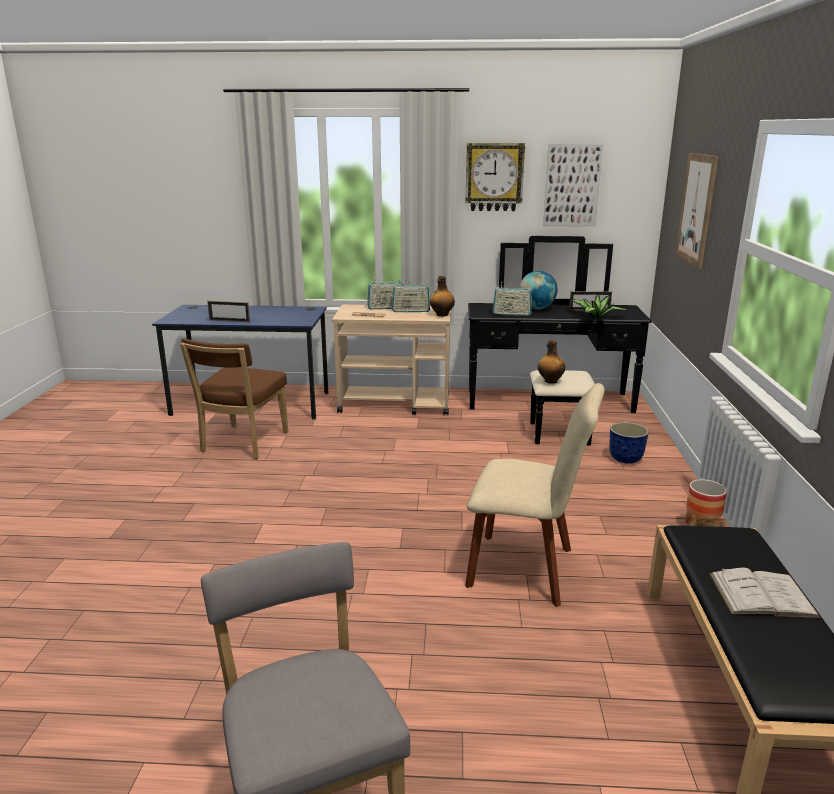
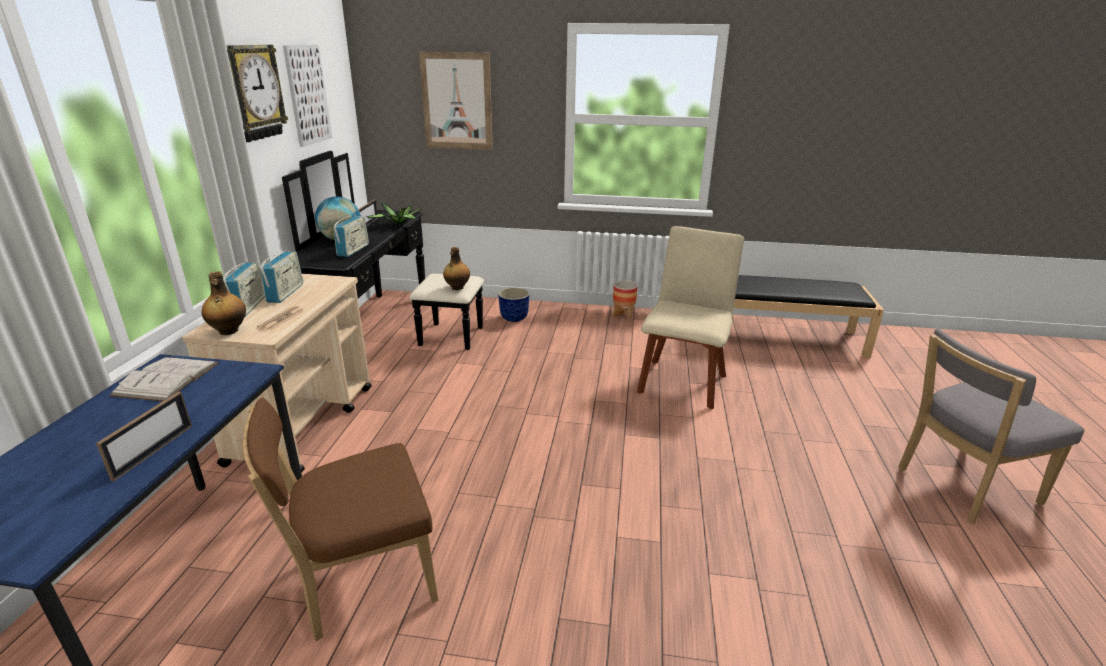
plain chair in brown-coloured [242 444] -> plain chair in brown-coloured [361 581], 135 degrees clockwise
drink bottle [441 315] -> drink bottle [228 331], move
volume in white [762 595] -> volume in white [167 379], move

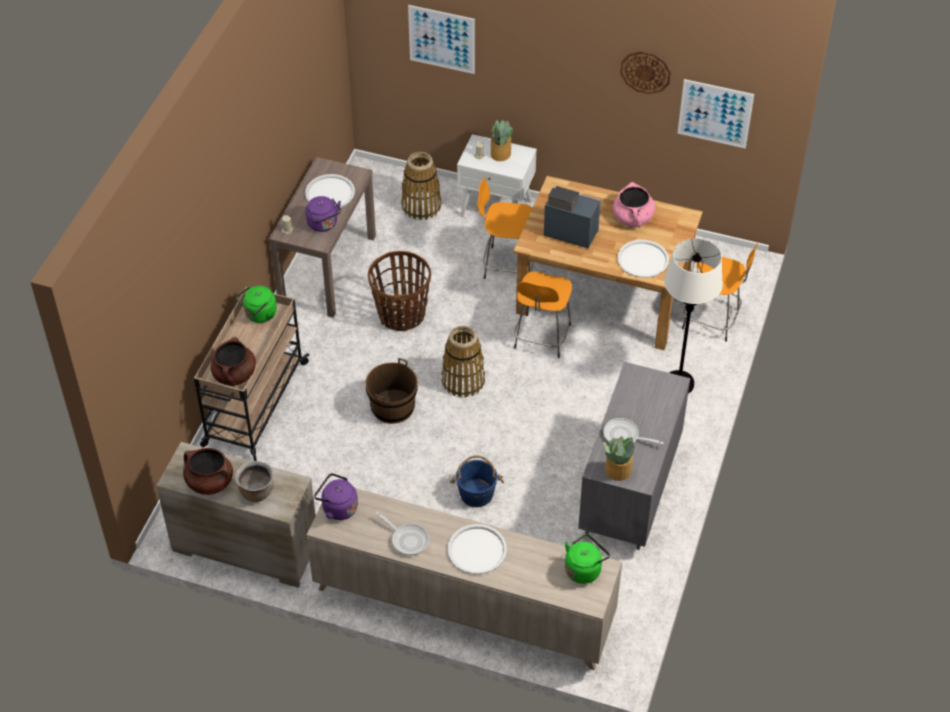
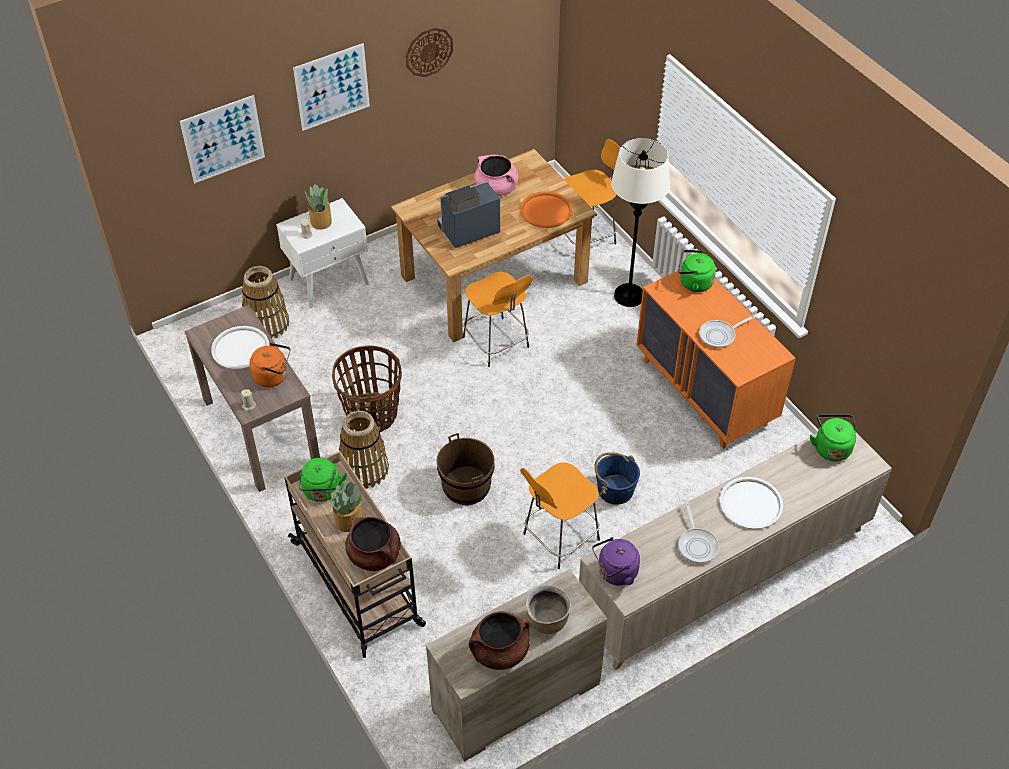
kettle in purple-coloured [324 224] -> kettle in orange [273 376]
pan [407 539] -> pan [697 544], 90 degrees clockwise
household basket [463 380] -> household basket [364 469], move
stool in orange [507 265] -> stool in orange [559 538], move
chest of drawers in greyish [630 491] -> chest of drawers in orange [705 393]
houseplant [617 471] -> houseplant [348 520], move
carrying tray in white [642 259] -> carrying tray in orange [546 210]
wall picture [715 113] -> wall picture [332 87], move
none -> kettle in green [693 283]

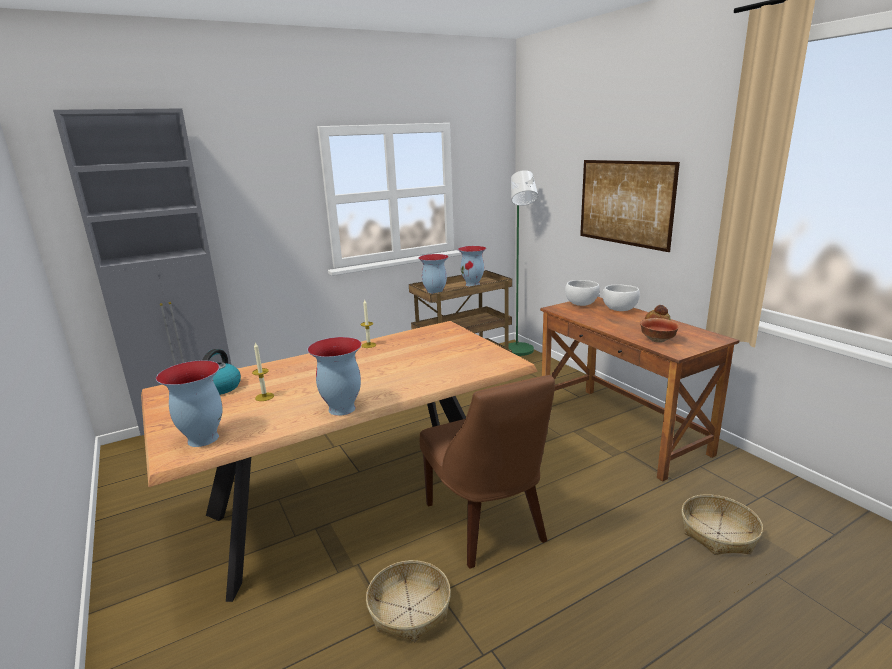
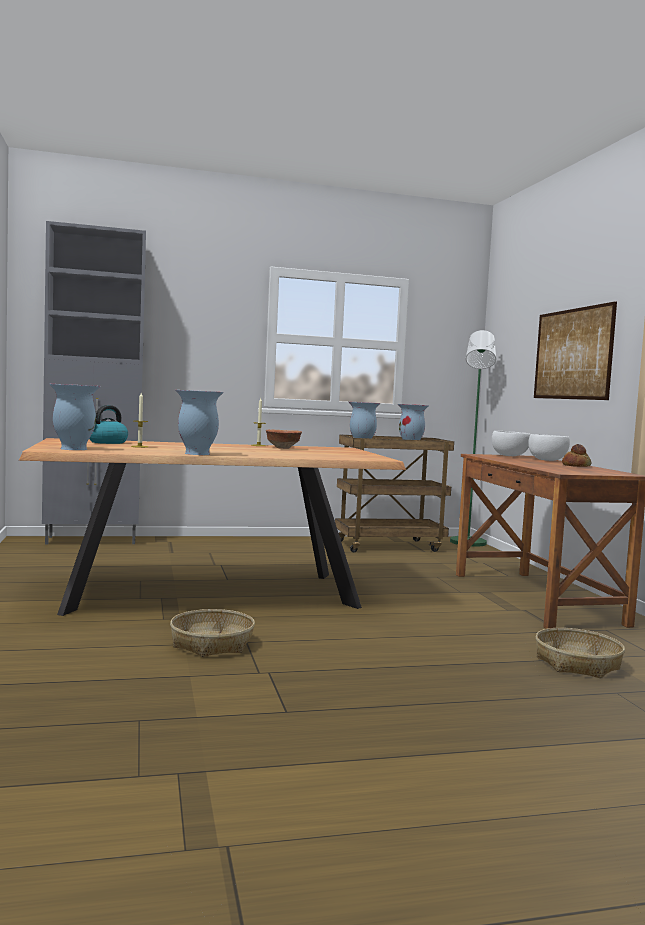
plain chair in brown-coloured [487 525] -> none
bowl [658 340] -> bowl [283 448], move

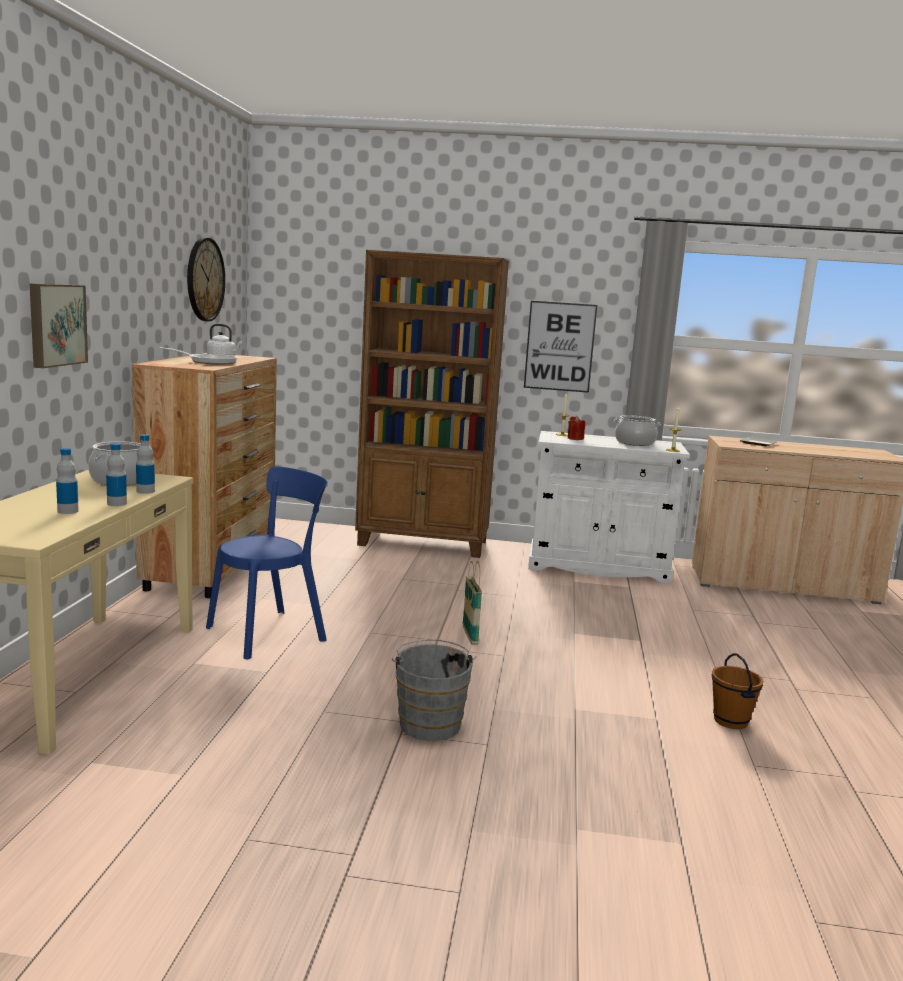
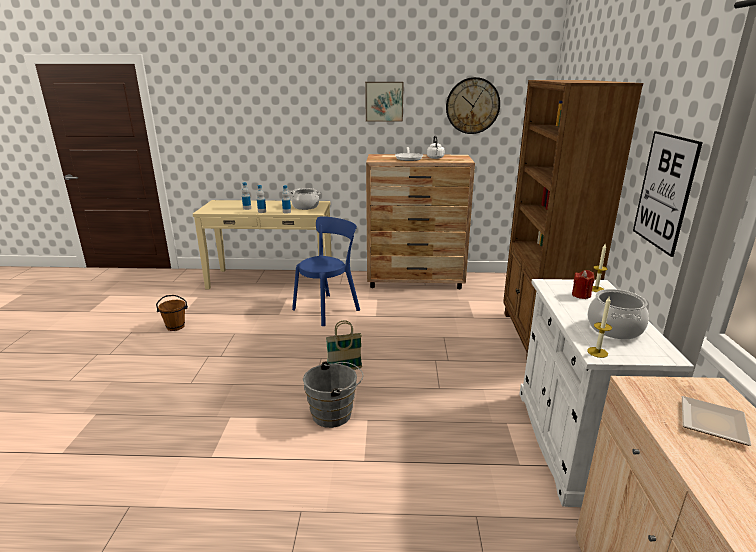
wall picture [55 324] -> wall picture [384 101], move
plain chair in blue-coloured [271 632] -> plain chair in blue-coloured [328 308], 90 degrees counterclockwise
bucket in greyish [429 722] -> bucket in greyish [335 414], move
bucket in brown-coloured [730 721] -> bucket in brown-coloured [175 327], move

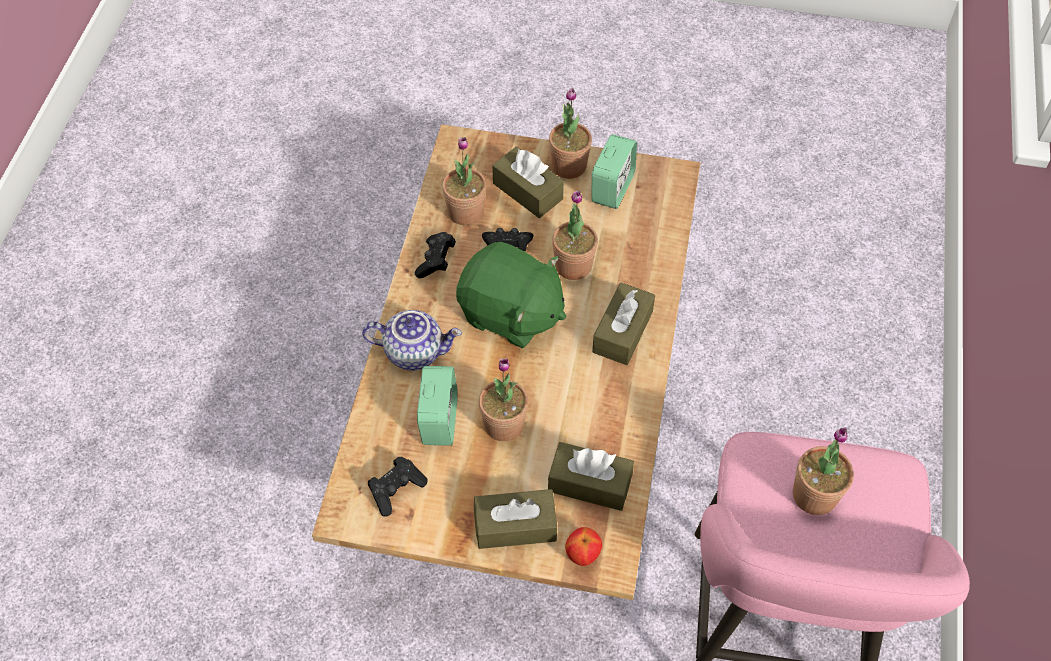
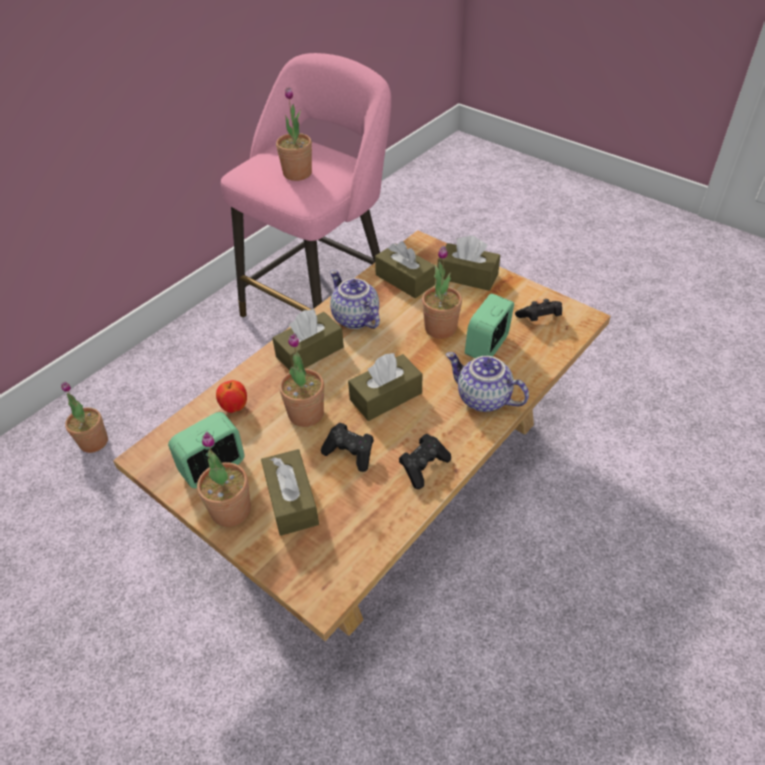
houseplant [465 212] -> houseplant [94 442], move
plush toy in green [511 314] -> tissue holder in brown-coloured [386 396]
whole apple [582 555] -> whole apple [234 407], move
none -> pot for tea [354 318]

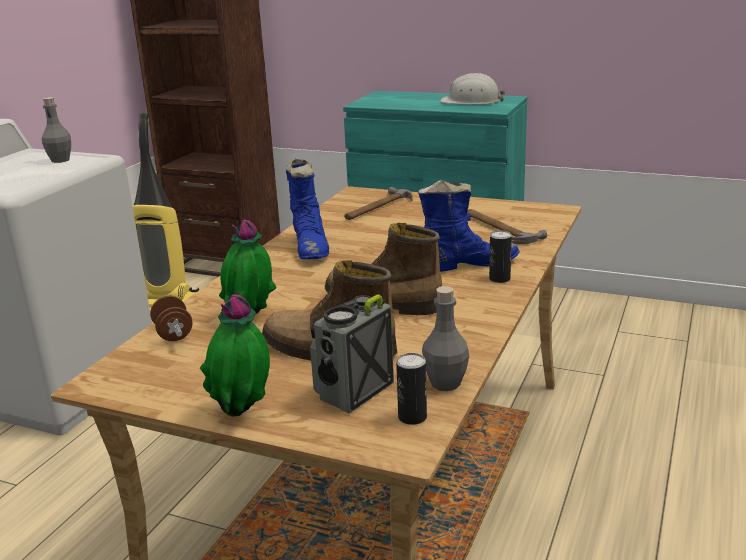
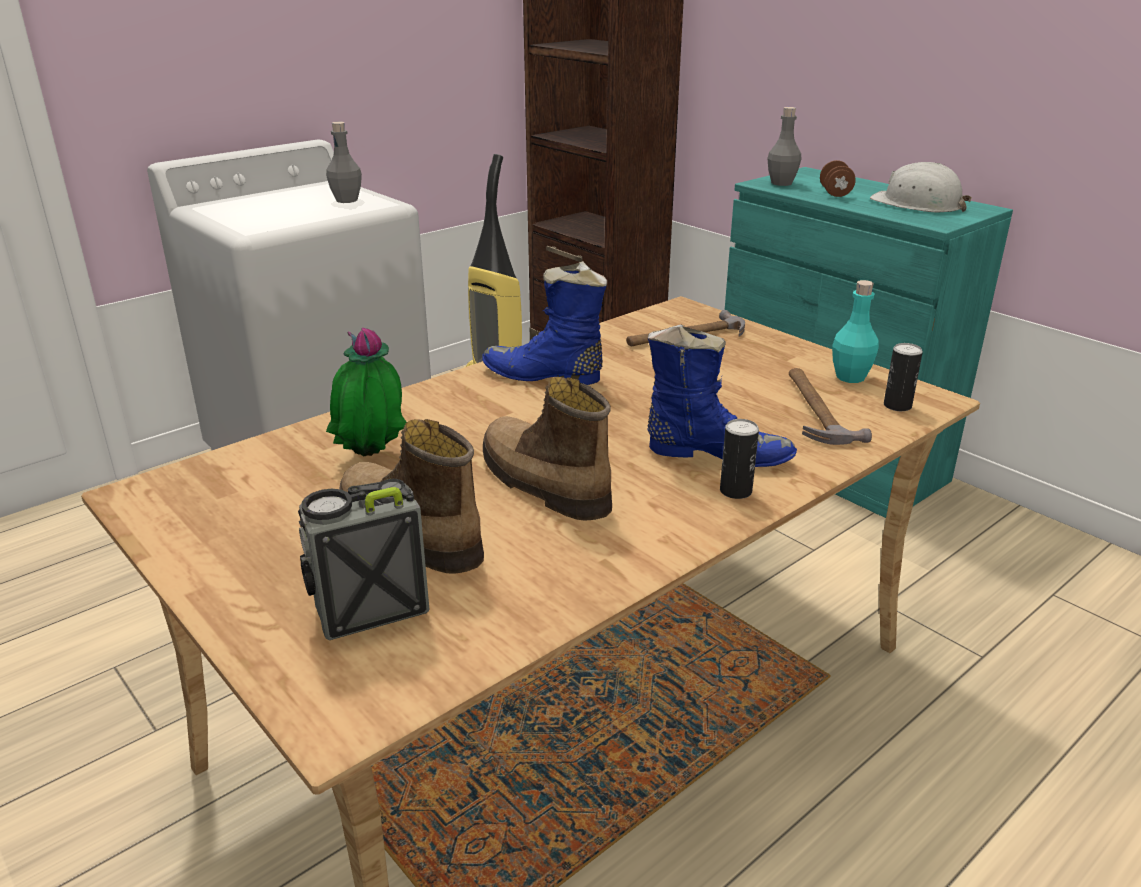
free weight in brown-coloured [173 334] -> free weight in brown-coloured [835 193], move
houseplant [243 414] -> none
tall boot in blue-coloured [311 248] -> tall boot in blue-coloured [544 376], 90 degrees clockwise
can [412 417] -> can [897 406], move
drink bottle in greyish [445 383] -> drink bottle in greyish [781 183], move
none -> drink bottle in turquoise-coloured [850 377]

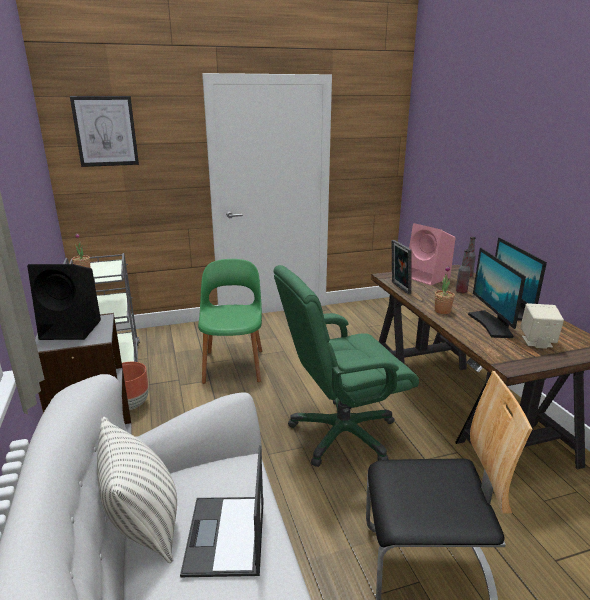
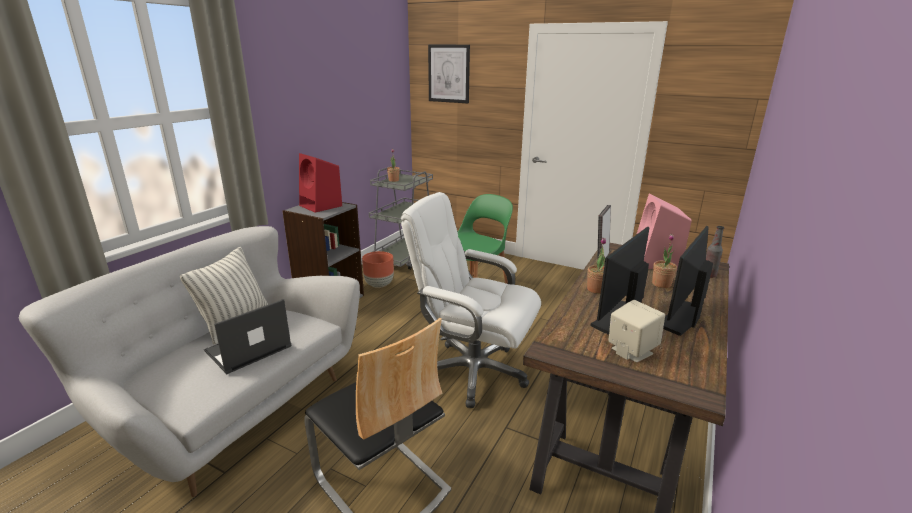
loudspeaker in black-coloured [73 329] -> loudspeaker in red [321 206]
desk chair in green [342 434] -> desk chair in white [472 371]
drink bottle [461 292] -> houseplant [661 284]

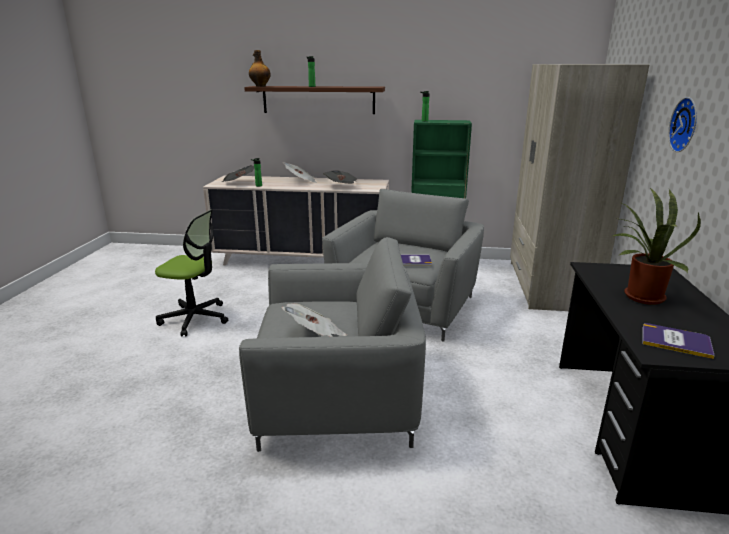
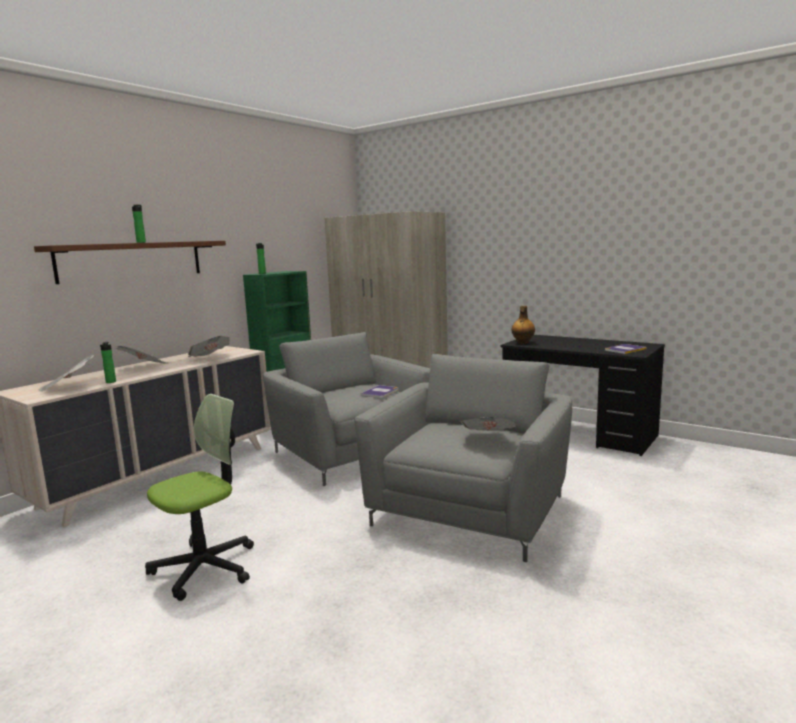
drink bottle [260 86] -> drink bottle [522 343], move
houseplant [639 297] -> none
wall clock [686 125] -> none

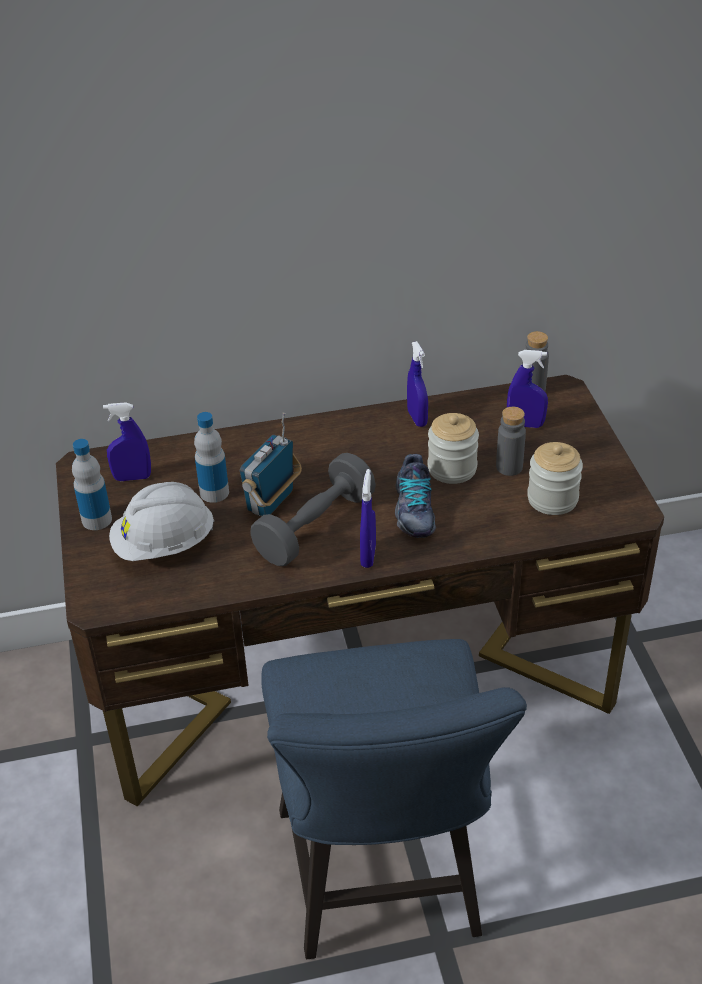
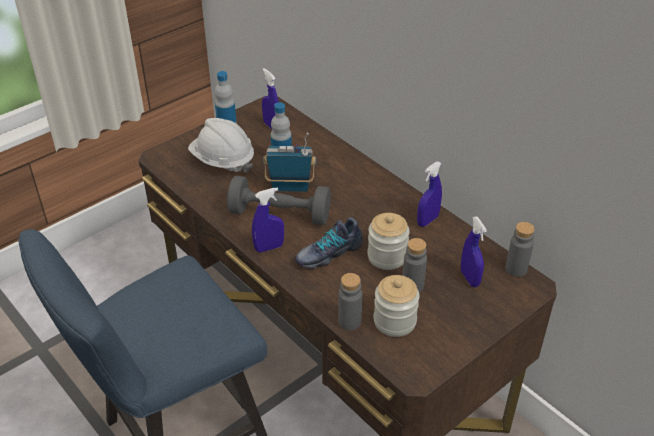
none -> drink bottle in greyish [349 321]

